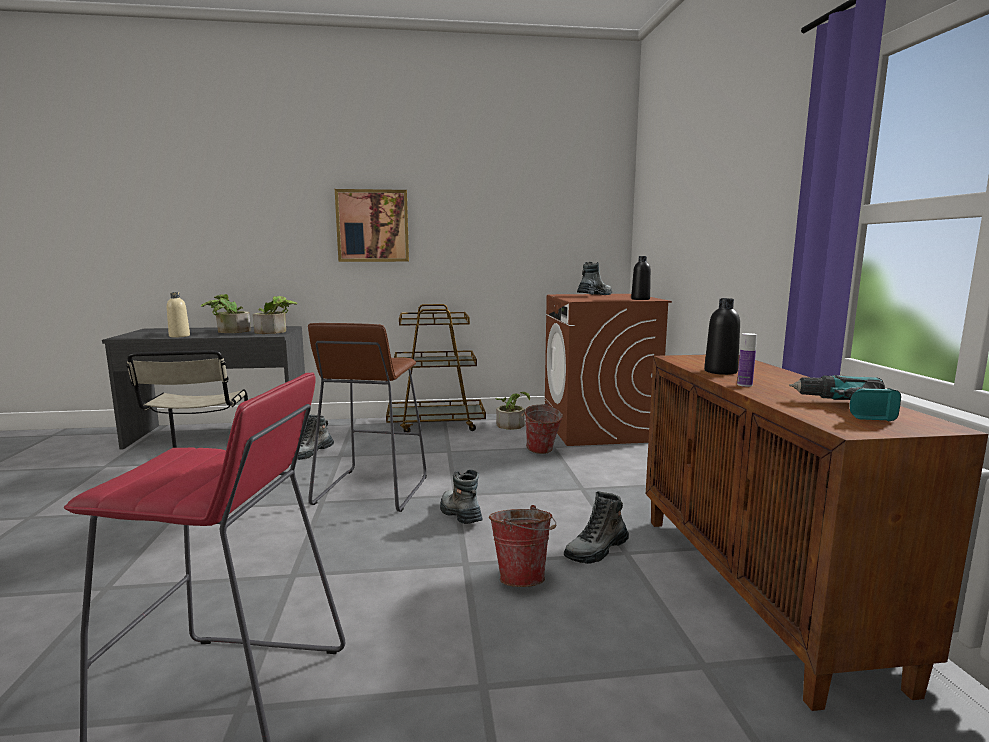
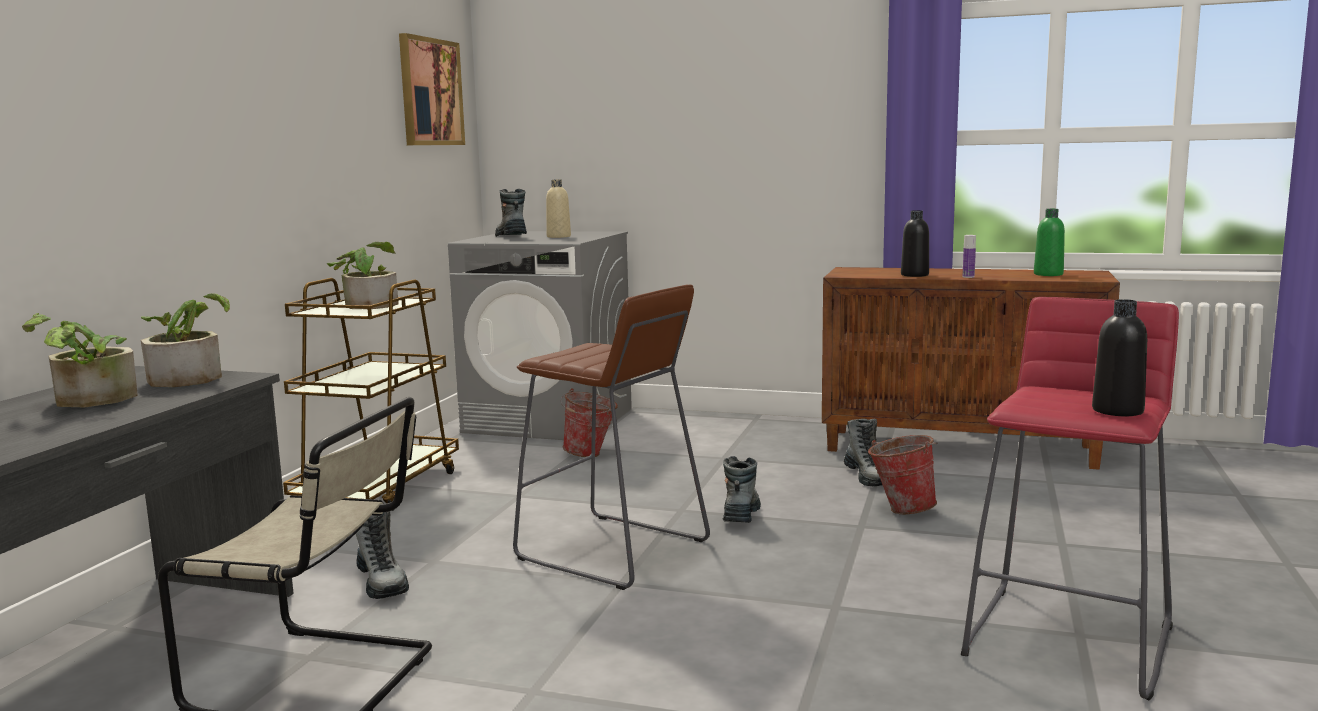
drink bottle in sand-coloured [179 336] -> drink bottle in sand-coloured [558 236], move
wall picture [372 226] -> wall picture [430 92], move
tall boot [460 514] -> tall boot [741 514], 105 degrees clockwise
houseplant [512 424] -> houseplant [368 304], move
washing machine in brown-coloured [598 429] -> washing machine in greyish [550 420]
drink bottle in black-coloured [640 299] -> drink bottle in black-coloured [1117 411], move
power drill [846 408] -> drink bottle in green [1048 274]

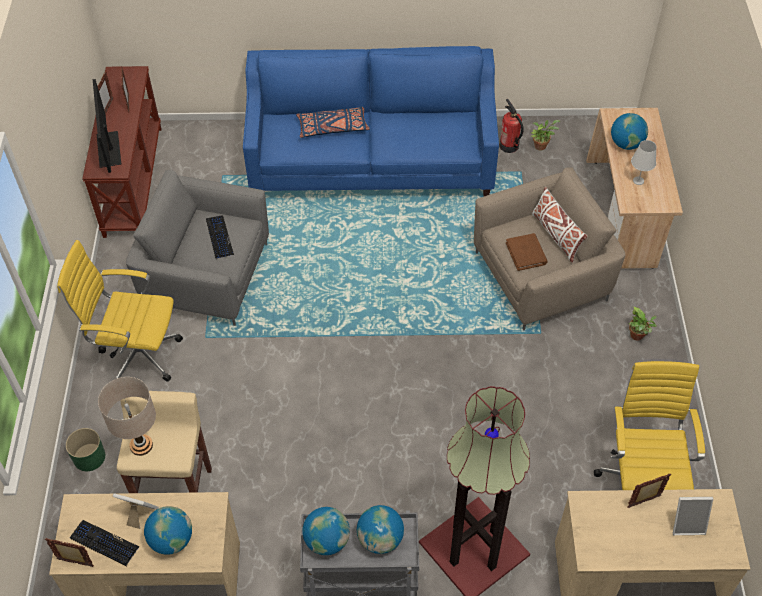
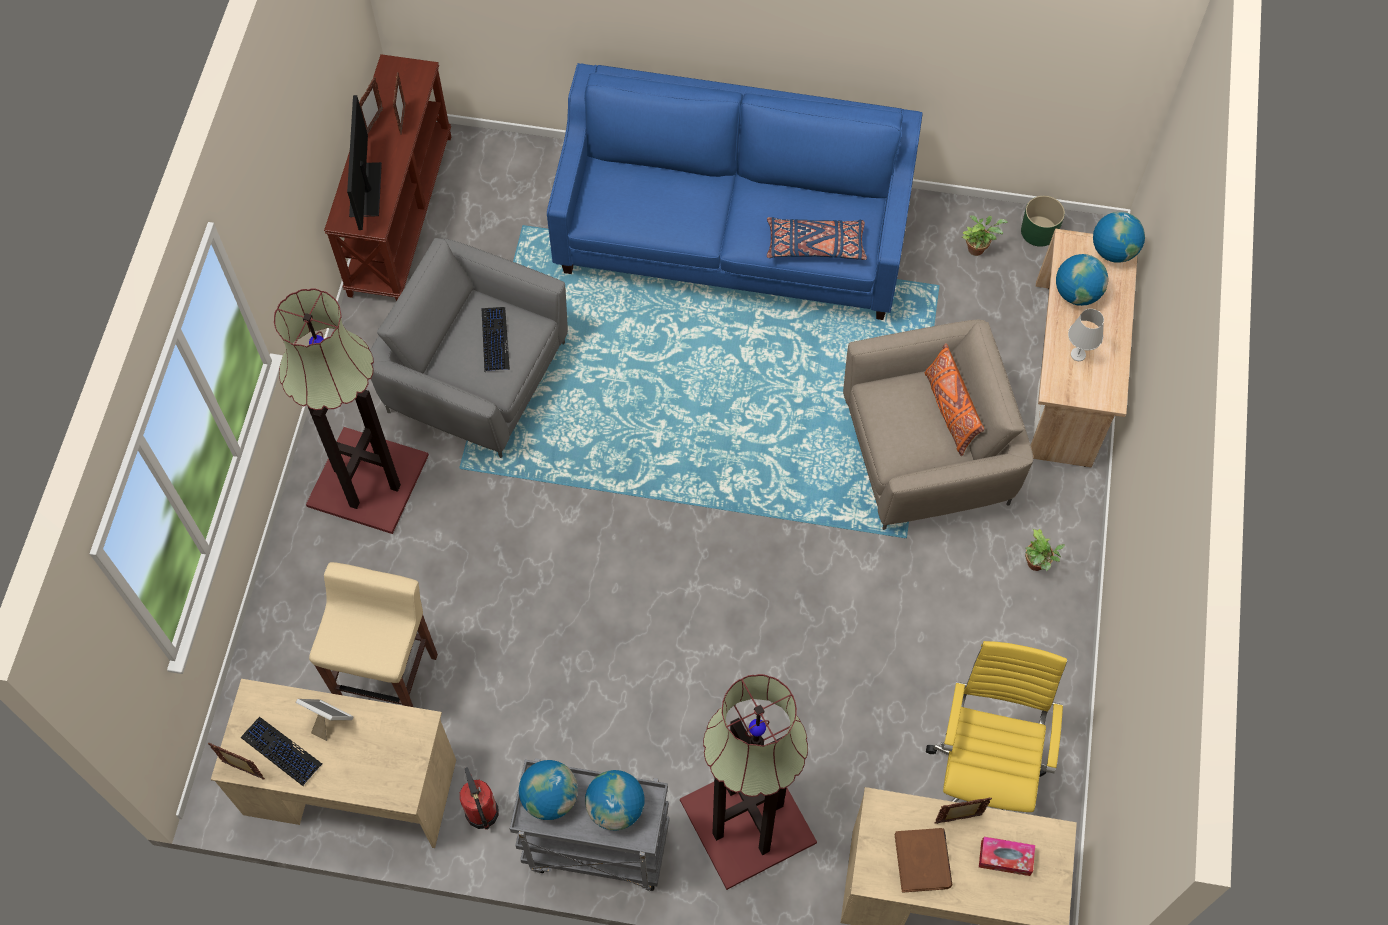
desk chair in yellow-coloured [137 355] -> standard lamp [367 479]
flower pot in green [89 457] -> flower pot in green [1039 231], move
table lamp in sand-coloured [141 445] -> none
desk globe [171 540] -> desk globe [1113 251], move
cushion in blue-coloured [333 128] -> cushion in blue-coloured [815 245], move
extinguisher [509 146] -> extinguisher [482 813], move
volume in brown-coloured [526 253] -> volume in brown-coloured [923 861], move
cushion in white [556 235] -> cushion in orange [950 410]
photo frame [687 524] -> tissue holder [1005 858]

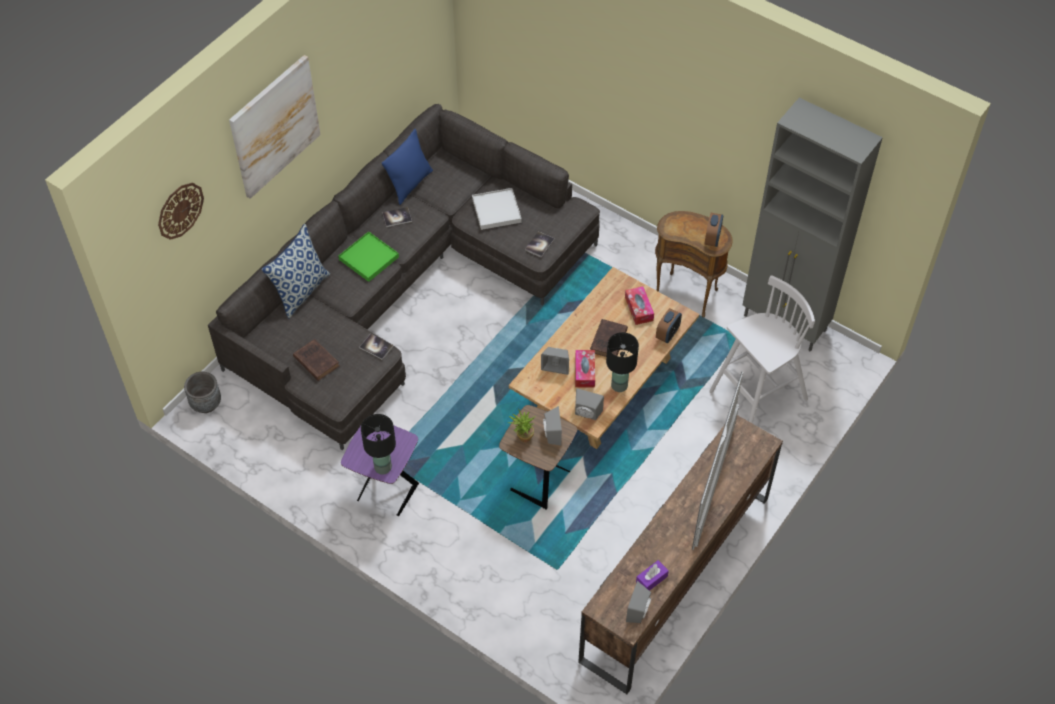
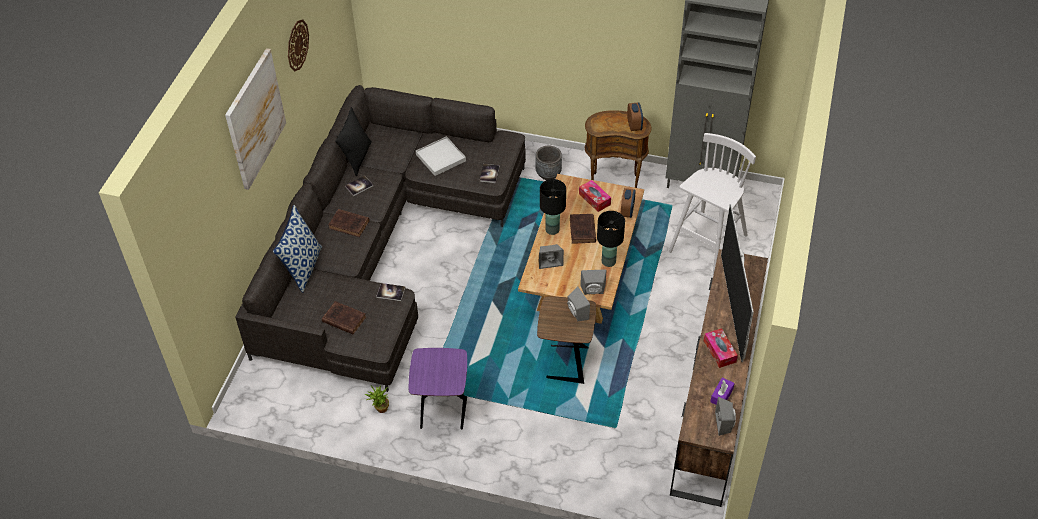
wall clock [180 210] -> wall clock [297 45], move
flower pot in greyish [206 403] -> flower pot in greyish [548 174], move
carrying tray in green [369 258] -> volume in brown-coloured [350 225]
table lamp in black-coloured [383 467] -> table lamp in black-coloured [552 229], move
cushion in blue-coloured [410 184] -> cushion in black-coloured [357 158]
houseplant [522 437] -> houseplant [380 409], move
tissue holder [584 372] -> tissue holder [719 351], move

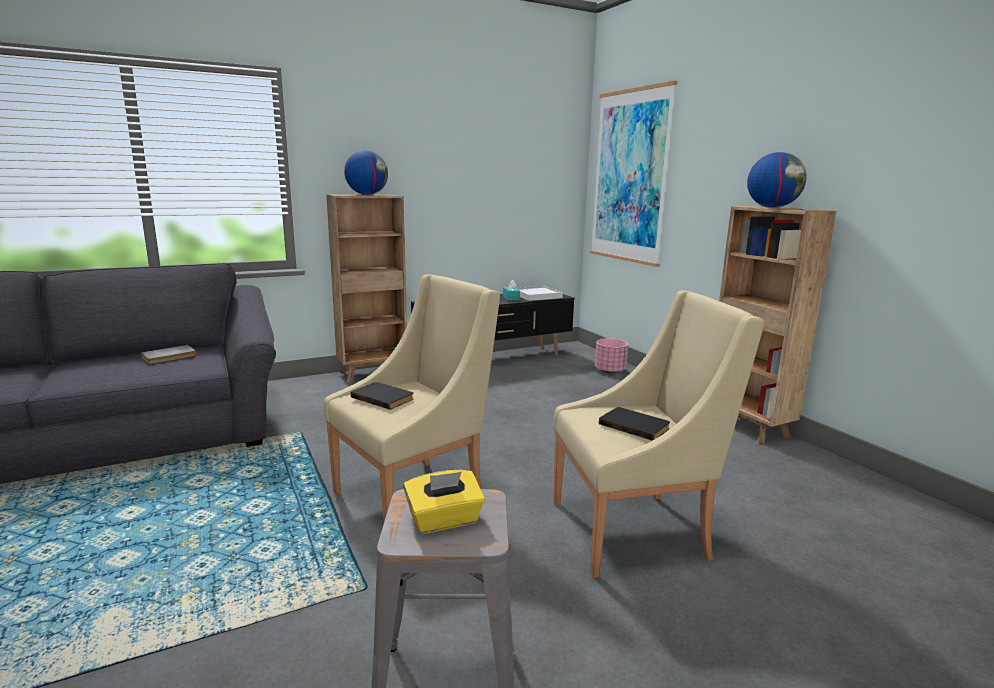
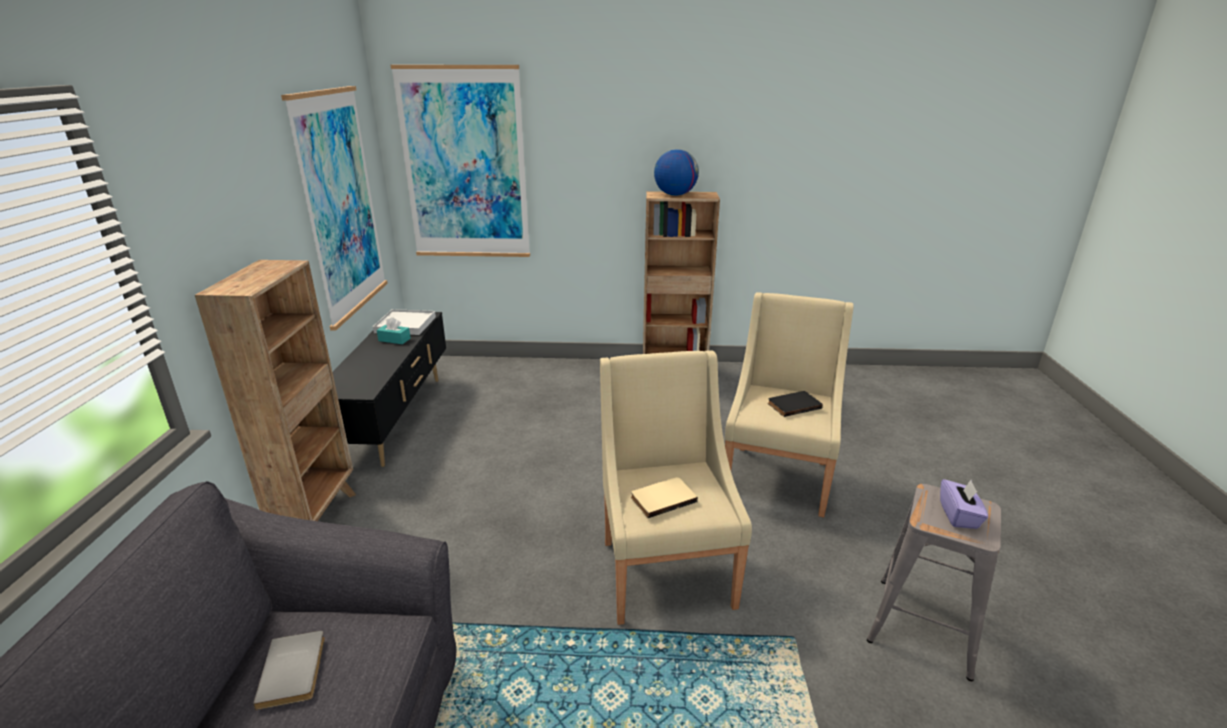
desk globe [367 194] -> none
volume in black-coloured [384 397] -> volume in sand-coloured [662 498]
tissue holder in yellow-coloured [444 520] -> tissue holder in purple-coloured [959 516]
flower pot in pink [610 371] -> none
none -> wall picture [340 205]

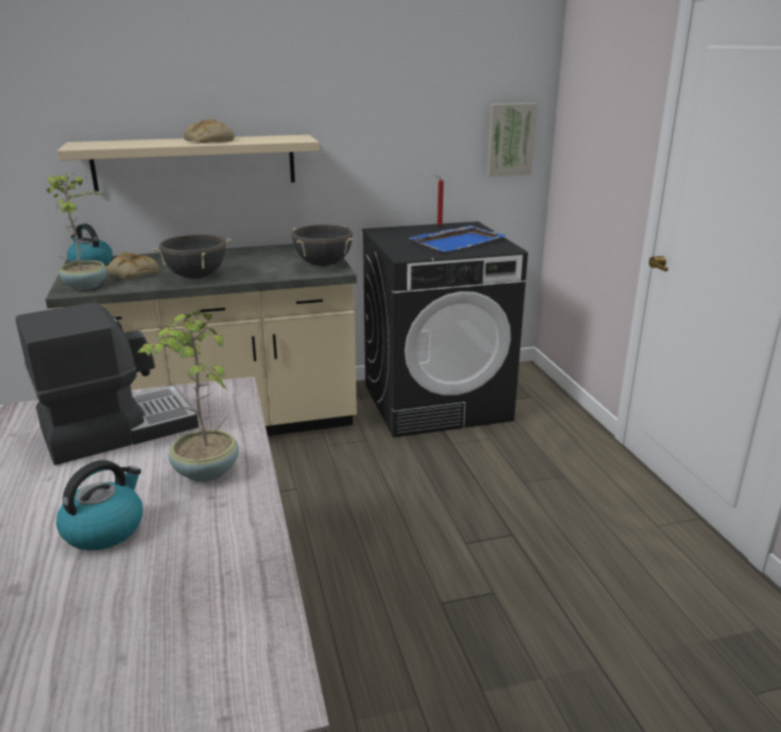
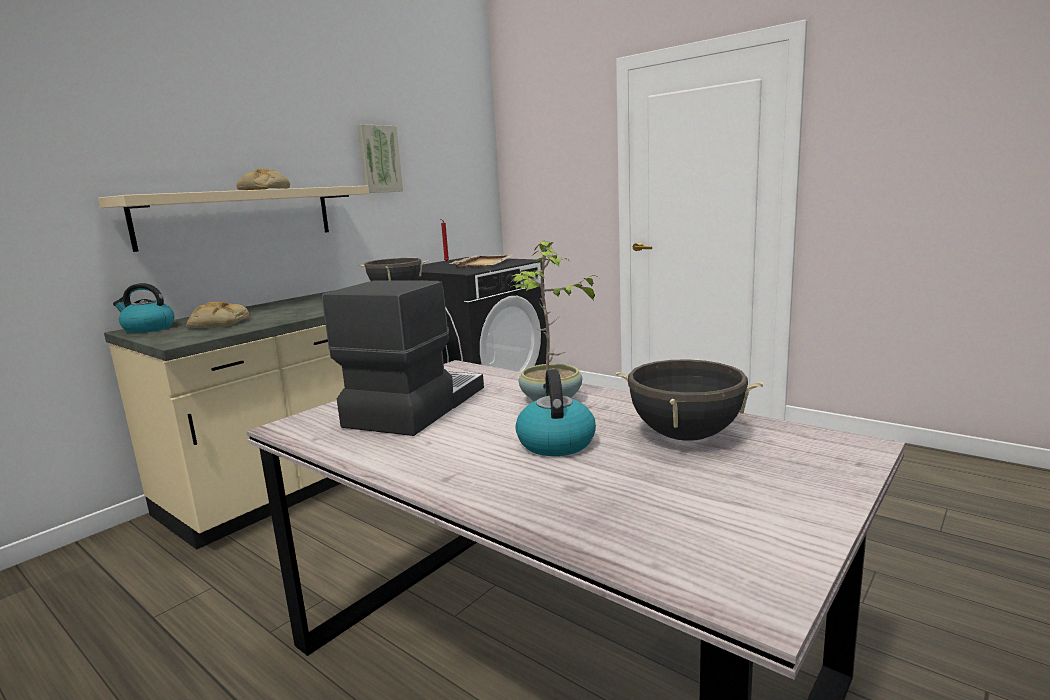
houseplant [87 285] -> none
saucepot in black-coloured [196 277] -> saucepot in black-coloured [685 436], move
carrying tray in blue-coloured [458 242] -> carrying tray in sand-coloured [483 263]
wall picture [509 139] -> wall picture [379 159], move

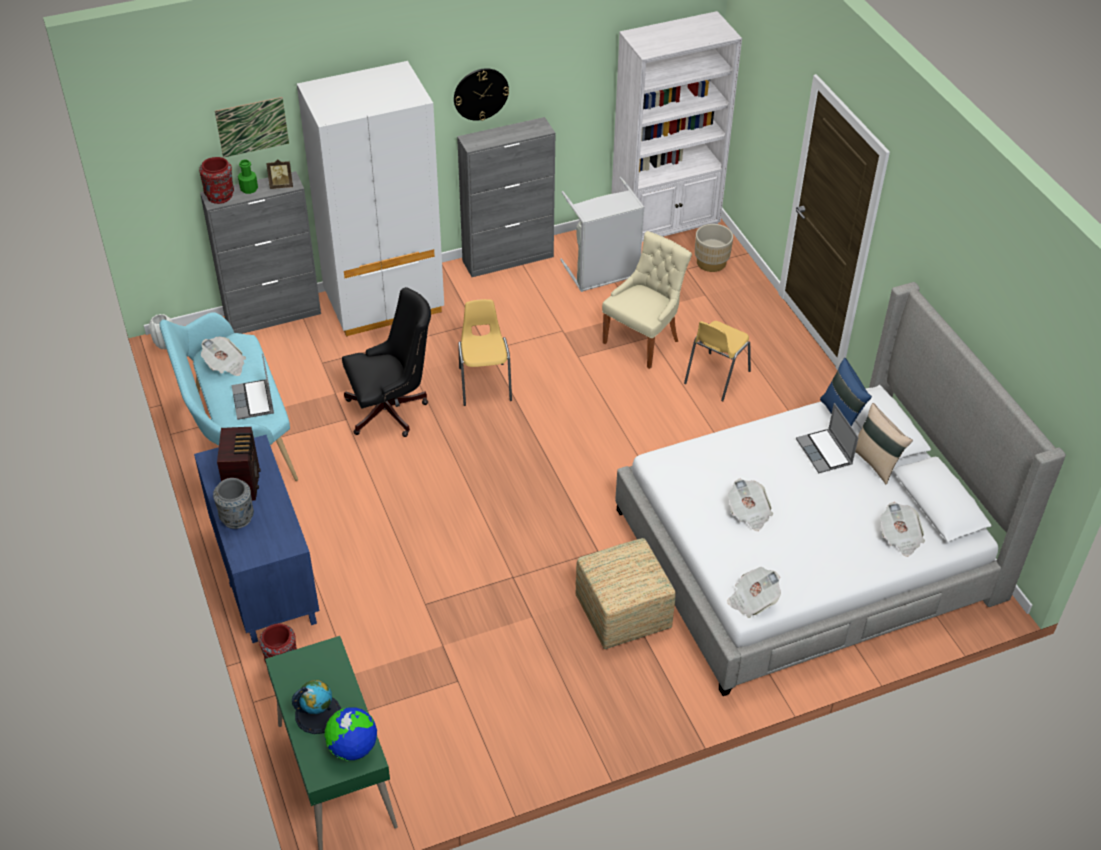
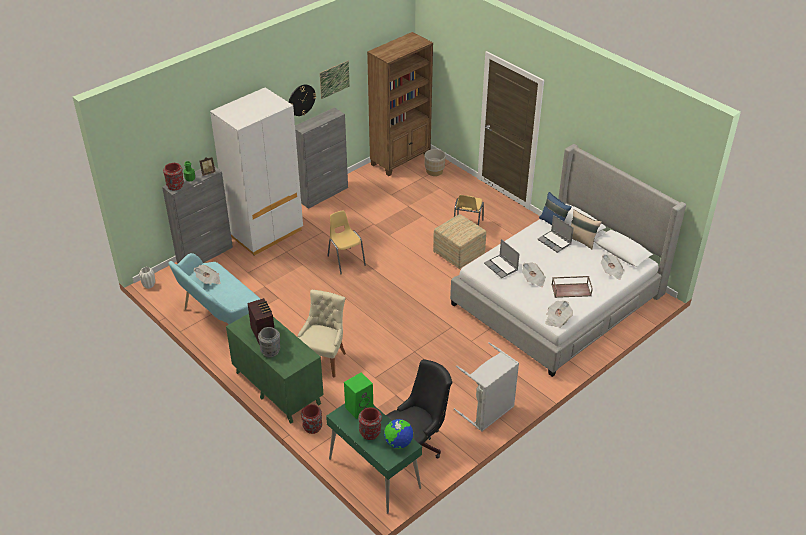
chest of drawers in blue-coloured [265 574] -> chest of drawers in green [277 387]
wall picture [252 127] -> wall picture [334 79], move
portable computer [254 401] -> portable computer [501 267], move
desk globe [318 714] -> flower vase in red [370 433]
desk chair in black-coloured [392 410] -> desk chair in black-coloured [418 442], move
laundry basket in greyish [602 274] -> laundry basket in greyish [488 412], move
footrest [624 614] -> footrest [459 254], move
plain chair in sand-coloured [643 340] -> plain chair in sand-coloured [323 359], move
bookshelf in white [665 228] -> bookshelf in brown-coloured [400 160]
none -> loudspeaker in green [359 407]
none -> carrying tray in brown-coloured [571 290]

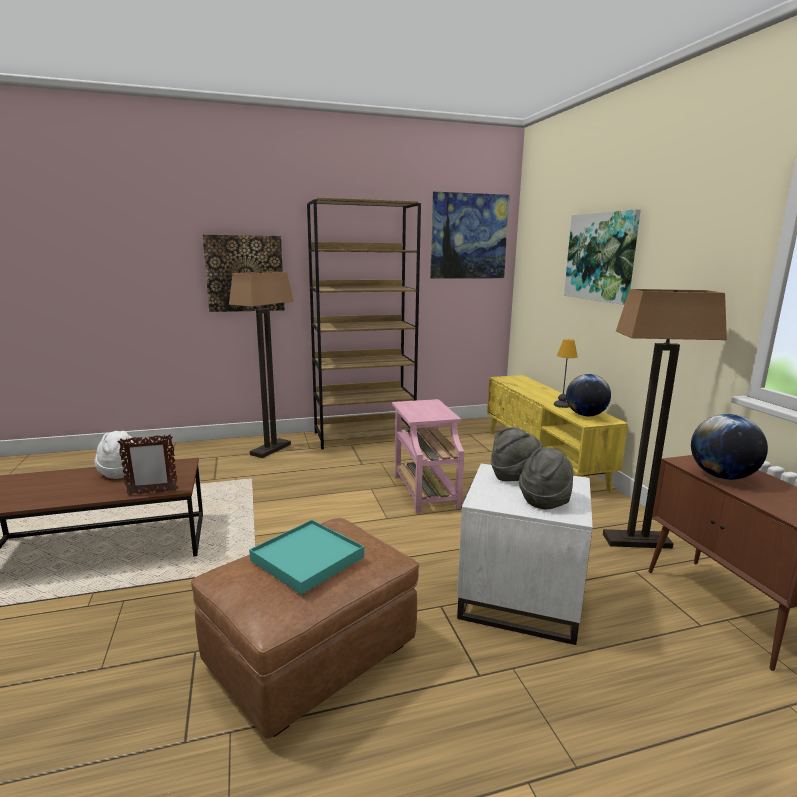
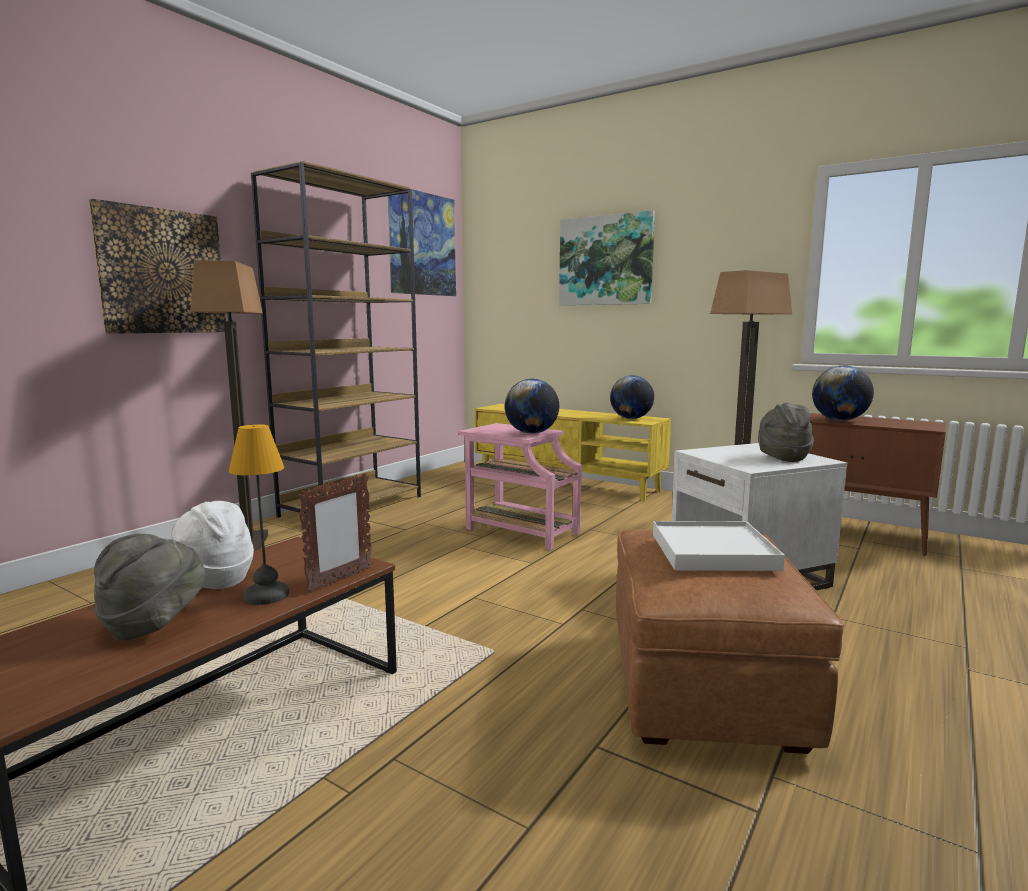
carrying tray in turquoise-coloured [307 558] -> carrying tray in white [713 551]
wearable hat in greyish [515 477] -> wearable hat in greyish [154 624], move
table lamp [561 405] -> table lamp [265 595], move
none -> desk globe [531 433]

